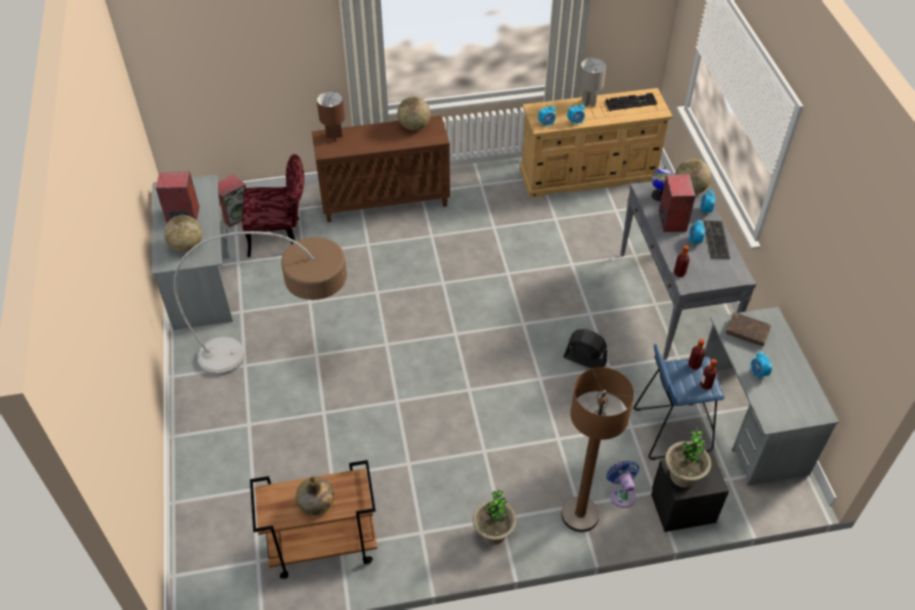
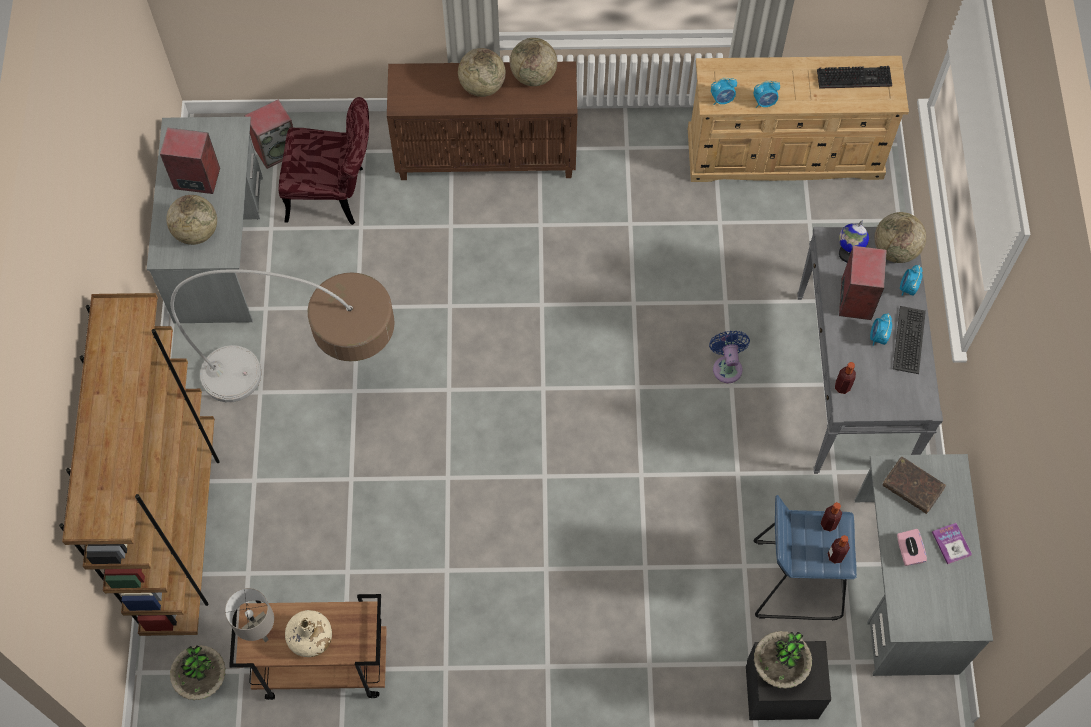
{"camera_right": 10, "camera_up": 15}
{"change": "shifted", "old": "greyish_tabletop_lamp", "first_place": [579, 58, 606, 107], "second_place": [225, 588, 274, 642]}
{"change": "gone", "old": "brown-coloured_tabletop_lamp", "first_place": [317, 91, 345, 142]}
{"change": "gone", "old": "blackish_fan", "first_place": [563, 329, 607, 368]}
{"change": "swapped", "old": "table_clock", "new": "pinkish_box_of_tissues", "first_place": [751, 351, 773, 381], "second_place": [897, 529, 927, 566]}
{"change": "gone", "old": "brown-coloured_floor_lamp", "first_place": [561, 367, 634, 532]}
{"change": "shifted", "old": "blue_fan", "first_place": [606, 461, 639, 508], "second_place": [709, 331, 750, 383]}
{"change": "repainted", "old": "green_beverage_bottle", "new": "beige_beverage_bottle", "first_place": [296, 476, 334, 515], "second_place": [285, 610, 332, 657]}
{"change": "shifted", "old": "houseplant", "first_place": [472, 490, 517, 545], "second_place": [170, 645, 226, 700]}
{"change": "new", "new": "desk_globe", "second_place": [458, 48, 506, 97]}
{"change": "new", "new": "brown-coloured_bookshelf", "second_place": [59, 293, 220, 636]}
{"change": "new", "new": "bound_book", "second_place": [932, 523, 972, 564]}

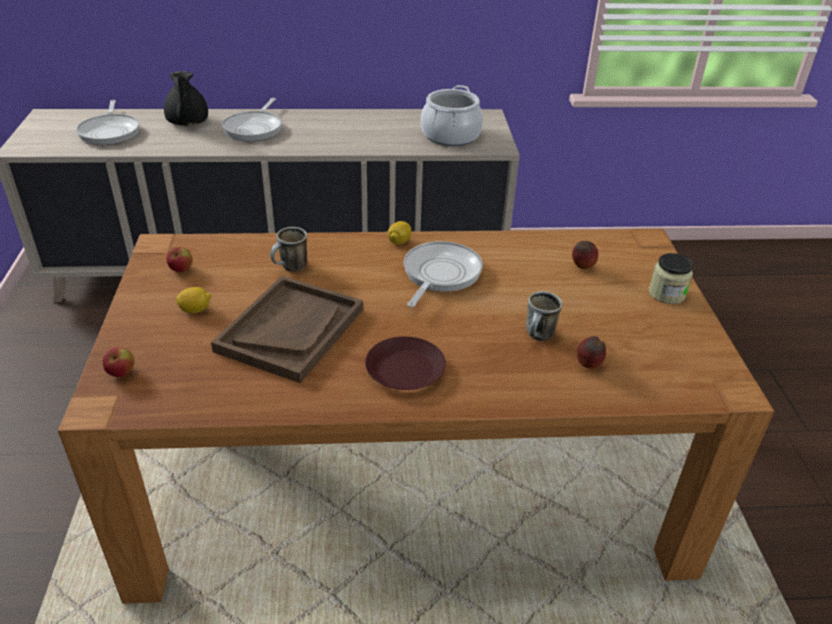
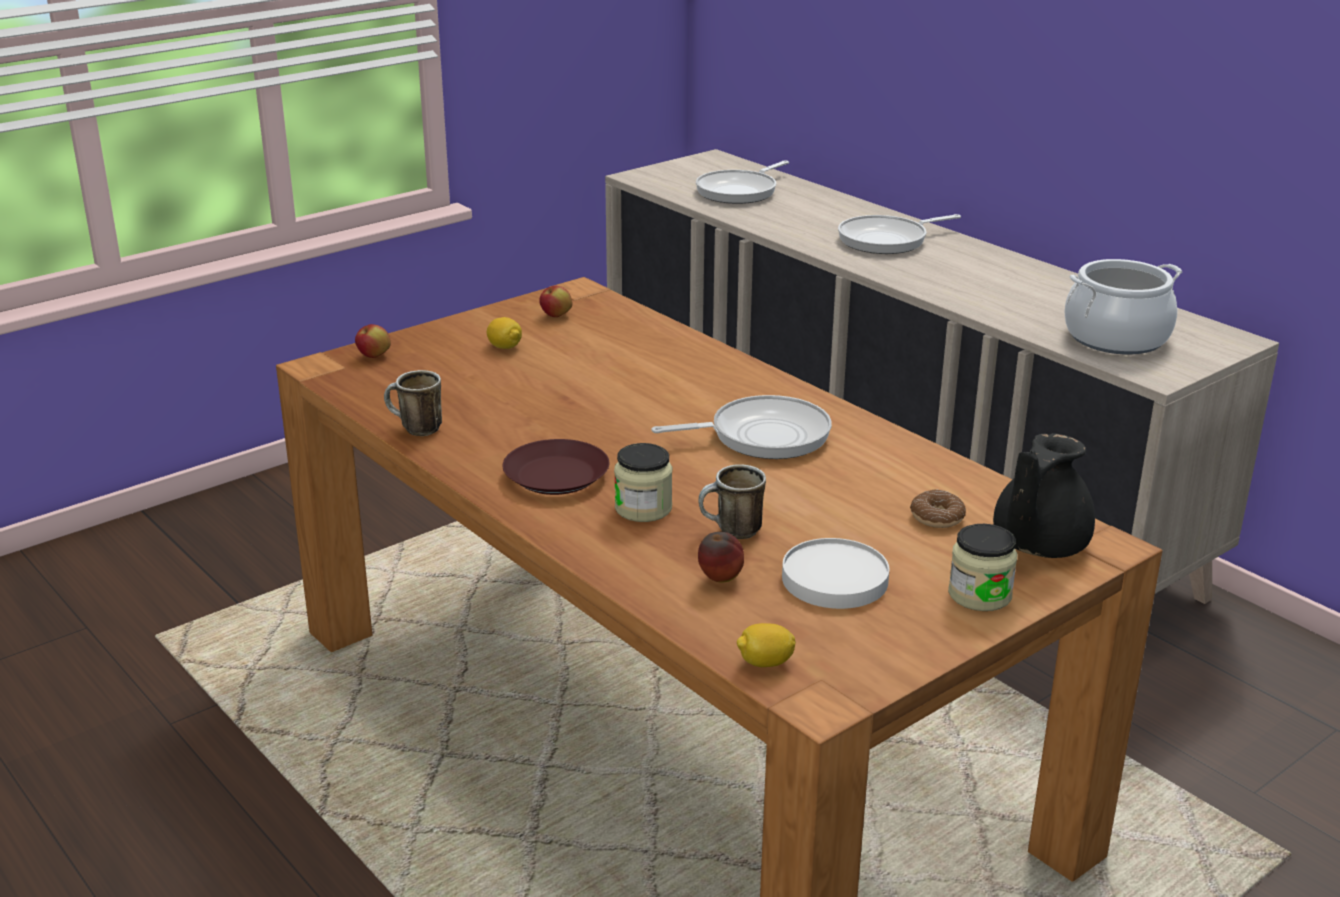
{"camera_right": 55, "camera_up": -10}
{"change": "shifted", "old": "blackish_pot_for_tea", "first_place": [164, 71, 208, 126], "second_place": [993, 433, 1095, 558]}
{"change": "shifted", "old": "whole_lemon", "first_place": [387, 221, 411, 244], "second_place": [737, 623, 796, 667]}
{"change": "shifted", "old": "mug", "first_place": [270, 227, 307, 272], "second_place": [384, 370, 442, 436]}
{"change": "swapped", "old": "apple", "new": "donut", "first_place": [572, 241, 598, 269], "second_place": [910, 489, 966, 528]}
{"change": "gone", "old": "brown-coloured_serving_tray", "first_place": [211, 276, 363, 383]}
{"change": "new", "new": "jar", "second_place": [614, 443, 672, 522]}
{"change": "new", "new": "white-coloured_dinner_plate", "second_place": [782, 538, 889, 609]}

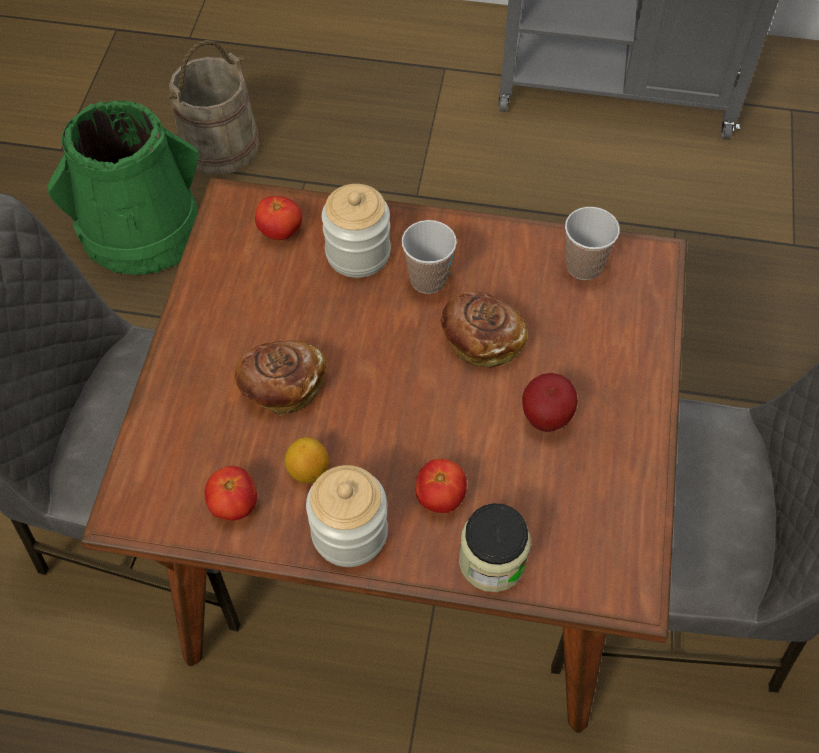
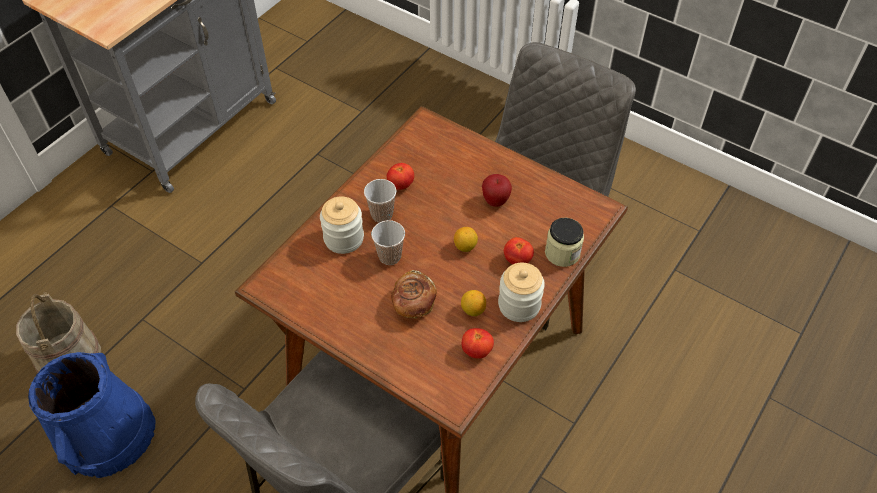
{"camera_right": -65, "camera_up": -5}
{"change": "repainted", "old": "green_water_bucket", "new": "blue_water_bucket", "first_place": [47, 101, 199, 275], "second_place": [28, 352, 156, 478]}
{"change": "shifted", "old": "whole_tomato", "first_place": [255, 196, 302, 240], "second_place": [387, 163, 414, 190]}
{"change": "shifted", "old": "drinking_cup", "first_place": [565, 207, 620, 280], "second_place": [371, 220, 405, 265]}
{"change": "gone", "old": "bread", "first_place": [440, 291, 527, 368]}
{"change": "new", "new": "whole_lemon", "second_place": [454, 227, 478, 252]}

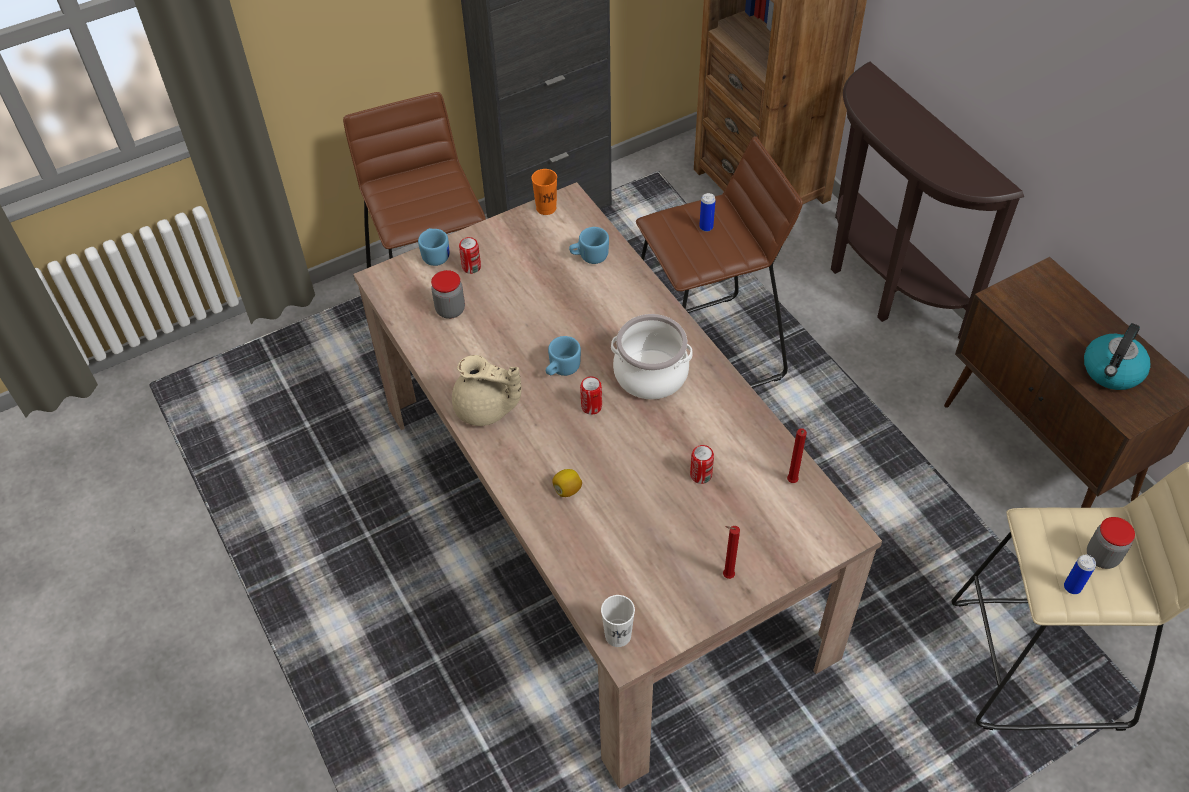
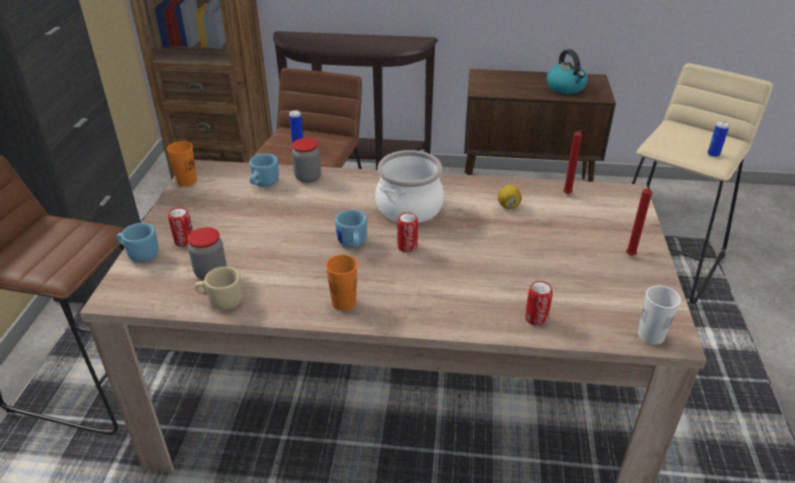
{"camera_right": -55, "camera_up": -15}
{"change": "swapped", "old": "beige_pot_for_tea", "new": "orangey_drinking_cup", "first_place": [452, 355, 522, 426], "second_place": [326, 254, 357, 311]}
{"change": "shifted", "old": "sealed_can", "first_place": [690, 445, 714, 484], "second_place": [525, 281, 553, 326]}
{"change": "shifted", "old": "whole_lemon", "first_place": [552, 469, 582, 497], "second_place": [498, 185, 522, 209]}
{"change": "shifted", "old": "jar", "first_place": [1087, 517, 1135, 569], "second_place": [292, 138, 321, 183]}
{"change": "new", "new": "beige_mug", "second_place": [195, 267, 243, 310]}

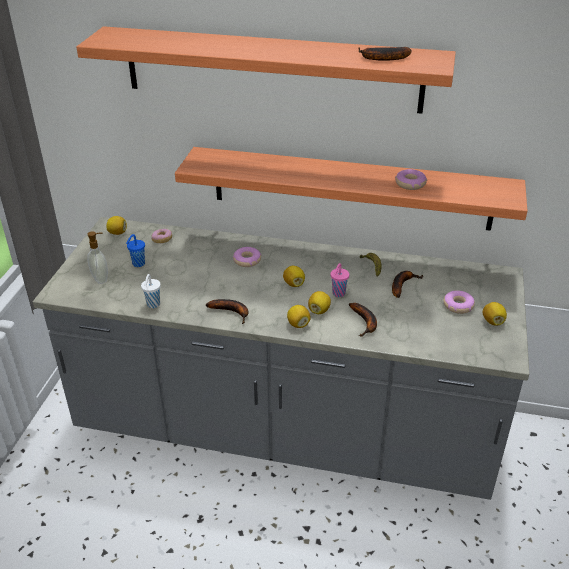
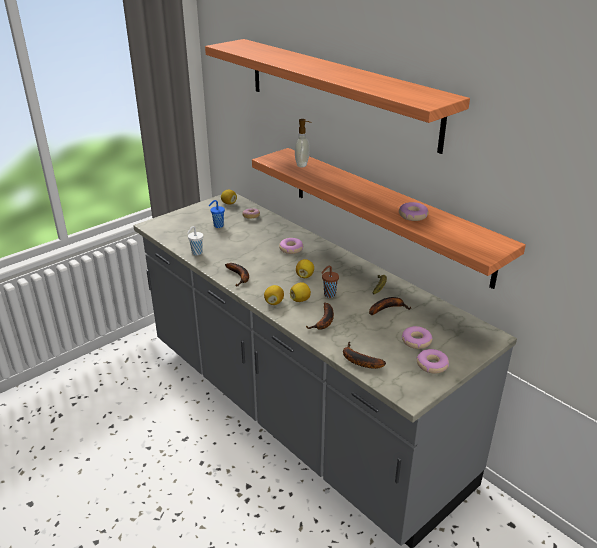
{"camera_right": 35, "camera_up": -5}
{"change": "shifted", "old": "banana_fruit", "first_place": [359, 47, 412, 61], "second_place": [343, 341, 386, 369]}
{"change": "shifted", "old": "liquid_soap_bottle", "first_place": [87, 231, 108, 284], "second_place": [295, 119, 311, 167]}
{"change": "repainted", "old": "pinkish_drinking_cup", "new": "brown-coloured_drinking_cup", "first_place": [331, 263, 349, 297], "second_place": [321, 266, 339, 298]}
{"change": "swapped", "old": "whole_lemon", "new": "donut", "first_place": [483, 302, 507, 325], "second_place": [417, 349, 449, 374]}

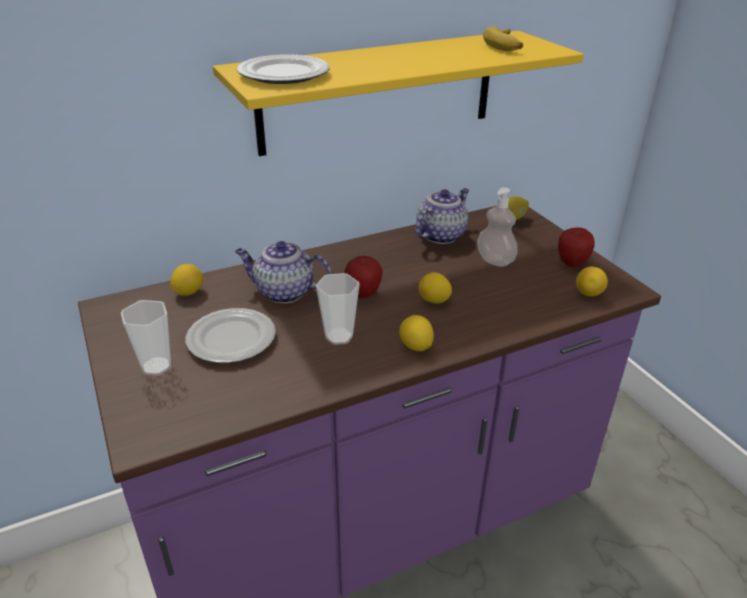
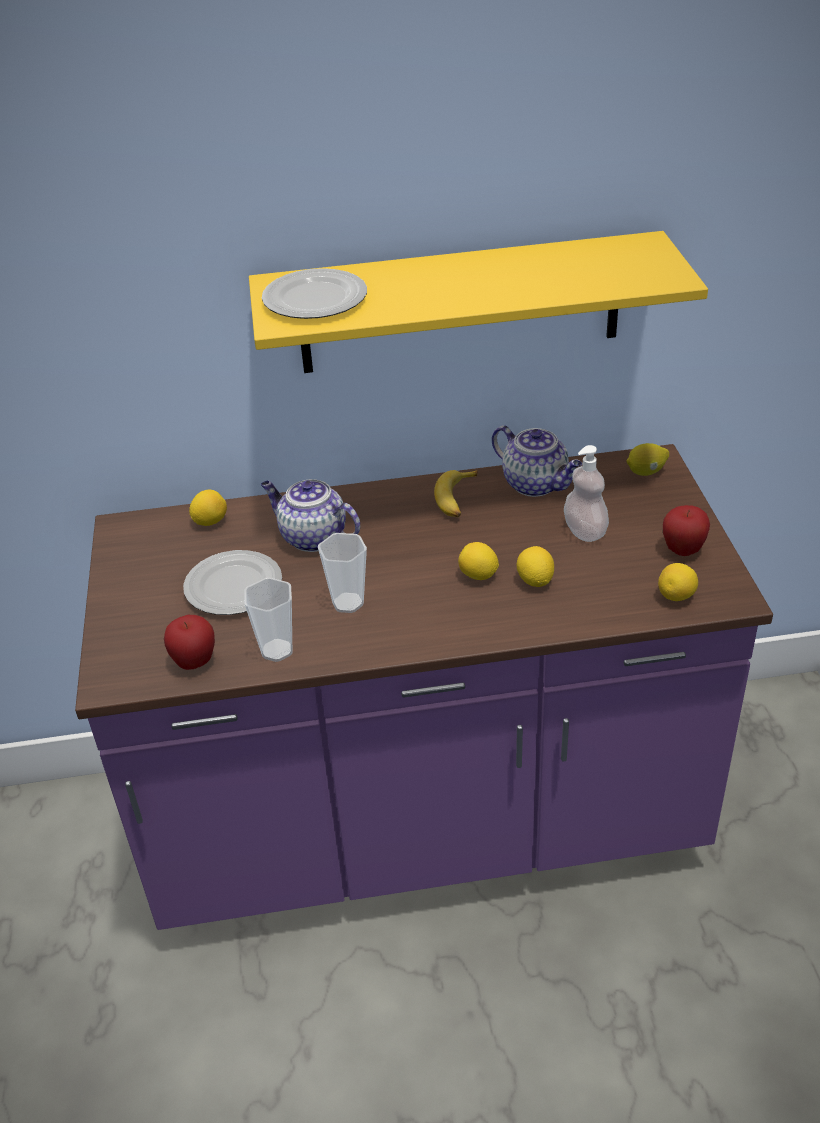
{"camera_right": 20, "camera_up": 5}
{"change": "shifted", "old": "banana_fruit", "first_place": [483, 27, 523, 51], "second_place": [434, 470, 477, 517]}
{"change": "rotated", "old": "pot_for_tea", "first_place": [415, 188, 469, 244], "second_place": [492, 425, 582, 497], "degrees": 75}
{"change": "shifted", "old": "apple", "first_place": [344, 256, 383, 298], "second_place": [164, 615, 215, 670]}
{"change": "shifted", "old": "drinking_cup", "first_place": [121, 300, 171, 376], "second_place": [244, 577, 292, 662]}
{"change": "shifted", "old": "whole_lemon", "first_place": [399, 315, 434, 351], "second_place": [517, 546, 554, 587]}

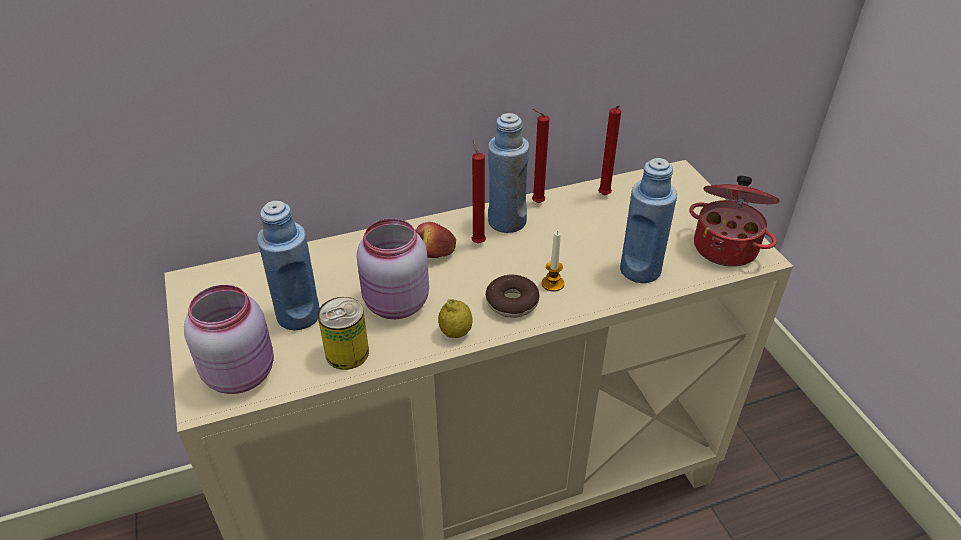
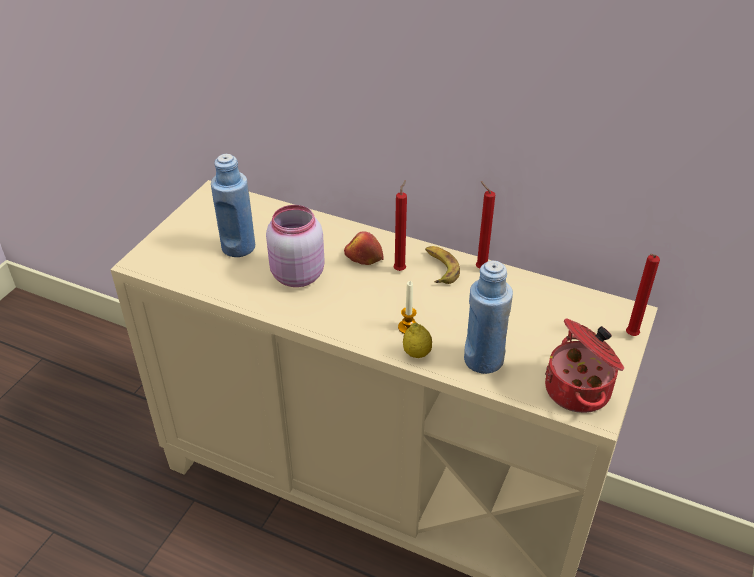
{"camera_right": 45, "camera_up": 0}
{"change": "shifted", "old": "red_candle", "first_place": [598, 105, 621, 195], "second_place": [626, 254, 660, 336]}
{"change": "swapped", "old": "blue_beverage_bottle", "new": "banana_fruit", "first_place": [488, 113, 529, 233], "second_place": [425, 246, 460, 284]}
{"change": "gone", "old": "donut", "first_place": [486, 275, 539, 318]}
{"change": "gone", "old": "pinkish_jar", "first_place": [184, 285, 274, 394]}
{"change": "gone", "old": "sealed_can", "first_place": [318, 297, 369, 370]}
{"change": "shifted", "old": "whole_lemon", "first_place": [438, 299, 473, 338], "second_place": [403, 322, 432, 358]}

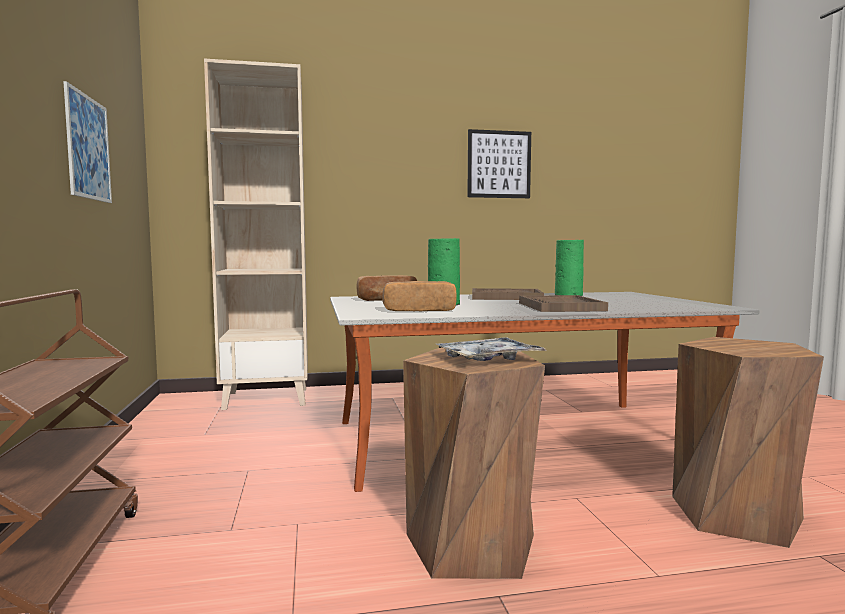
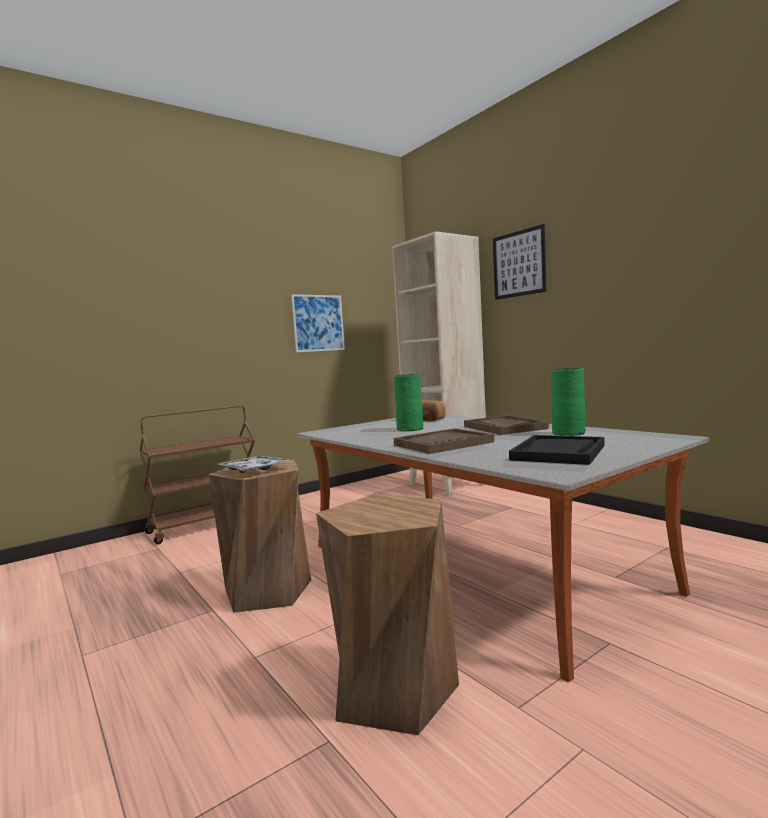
{"camera_right": 65, "camera_up": 0}
{"change": "shifted", "old": "wall_art", "first_place": [467, 129, 531, 198], "second_place": [493, 224, 546, 300]}
{"change": "gone", "old": "bread", "first_place": [382, 281, 457, 311]}
{"change": "new", "new": "blackish_serving_tray", "second_place": [509, 435, 604, 465]}

